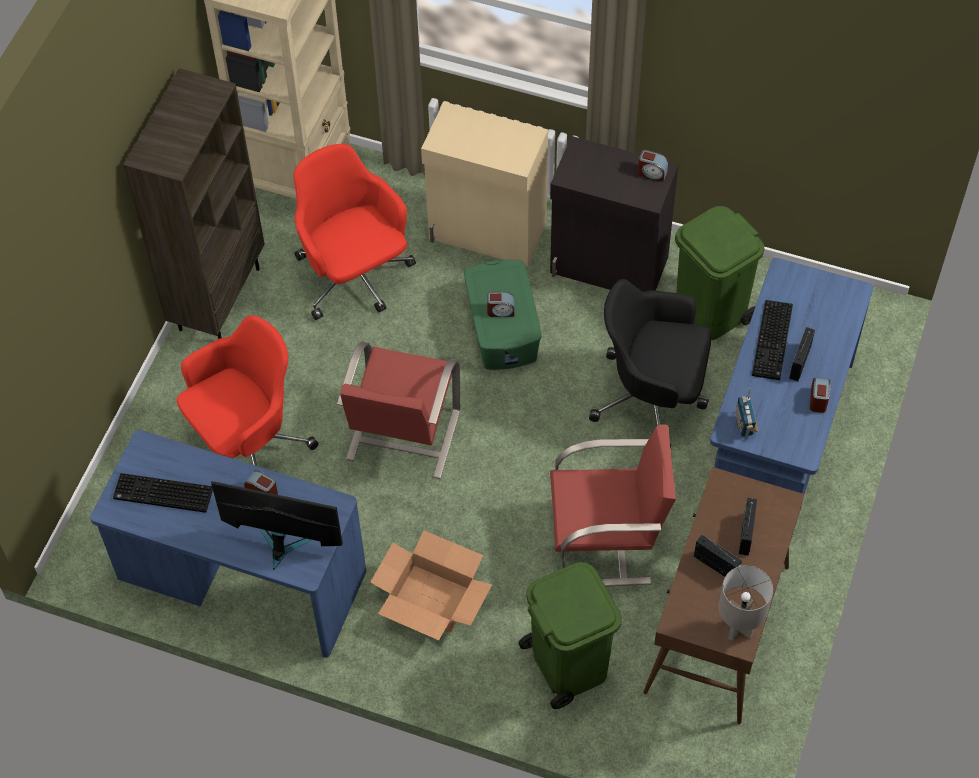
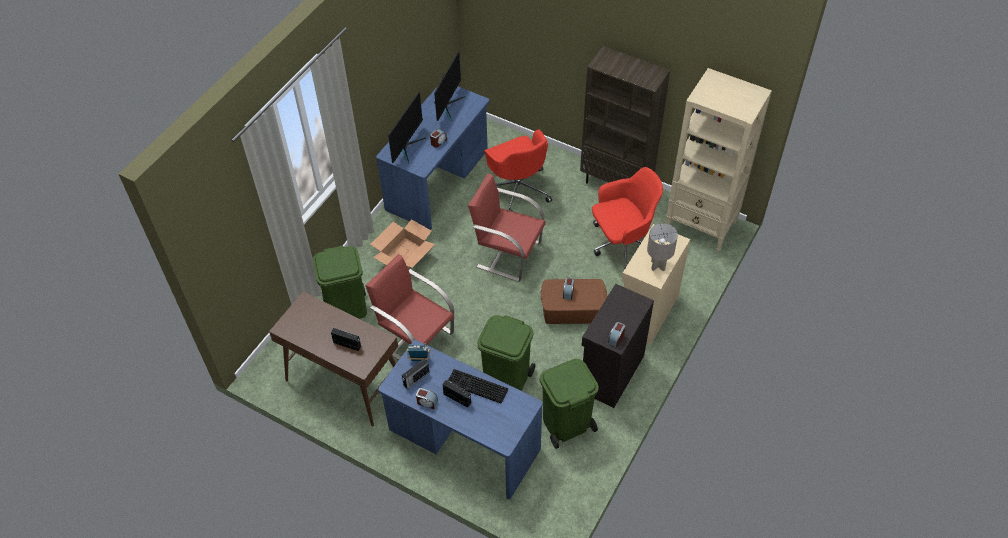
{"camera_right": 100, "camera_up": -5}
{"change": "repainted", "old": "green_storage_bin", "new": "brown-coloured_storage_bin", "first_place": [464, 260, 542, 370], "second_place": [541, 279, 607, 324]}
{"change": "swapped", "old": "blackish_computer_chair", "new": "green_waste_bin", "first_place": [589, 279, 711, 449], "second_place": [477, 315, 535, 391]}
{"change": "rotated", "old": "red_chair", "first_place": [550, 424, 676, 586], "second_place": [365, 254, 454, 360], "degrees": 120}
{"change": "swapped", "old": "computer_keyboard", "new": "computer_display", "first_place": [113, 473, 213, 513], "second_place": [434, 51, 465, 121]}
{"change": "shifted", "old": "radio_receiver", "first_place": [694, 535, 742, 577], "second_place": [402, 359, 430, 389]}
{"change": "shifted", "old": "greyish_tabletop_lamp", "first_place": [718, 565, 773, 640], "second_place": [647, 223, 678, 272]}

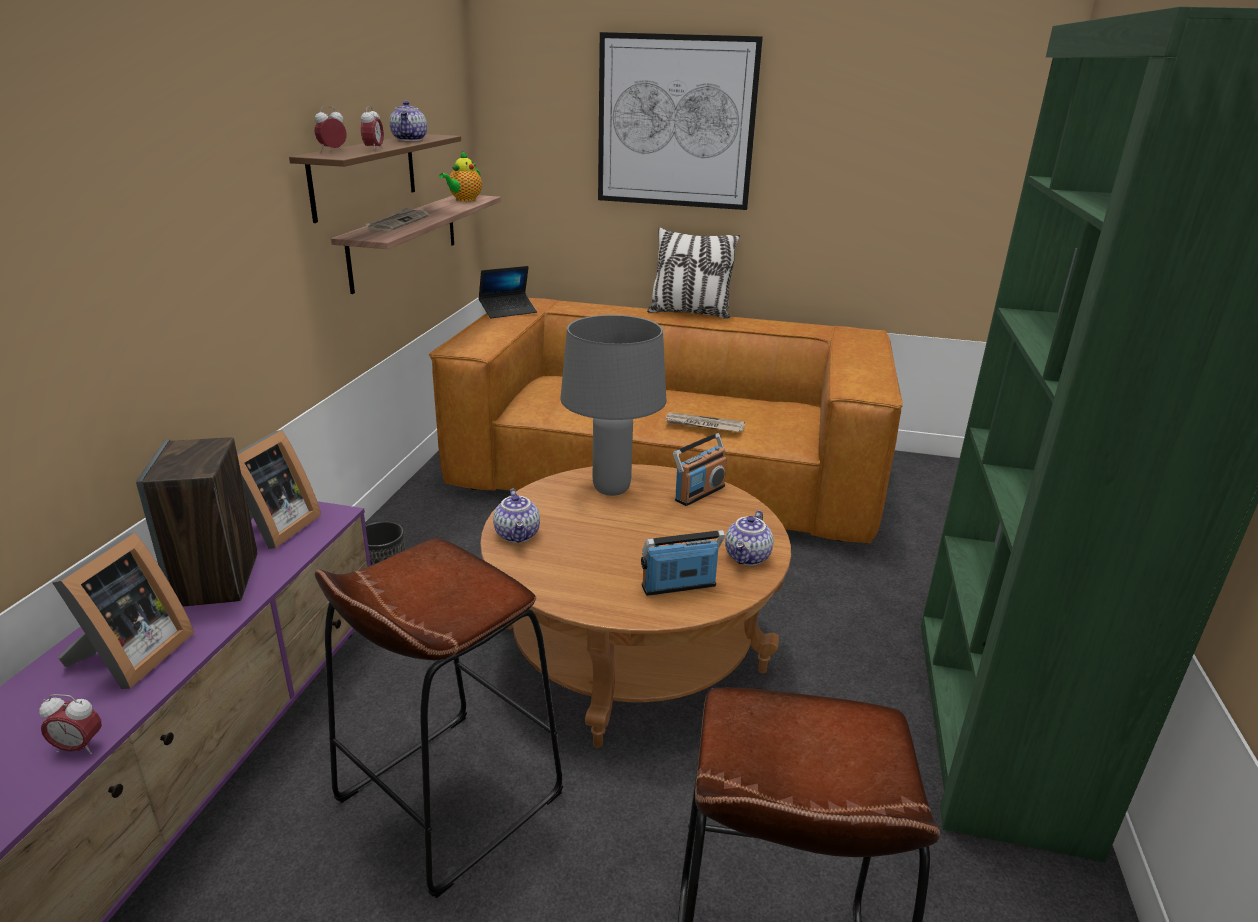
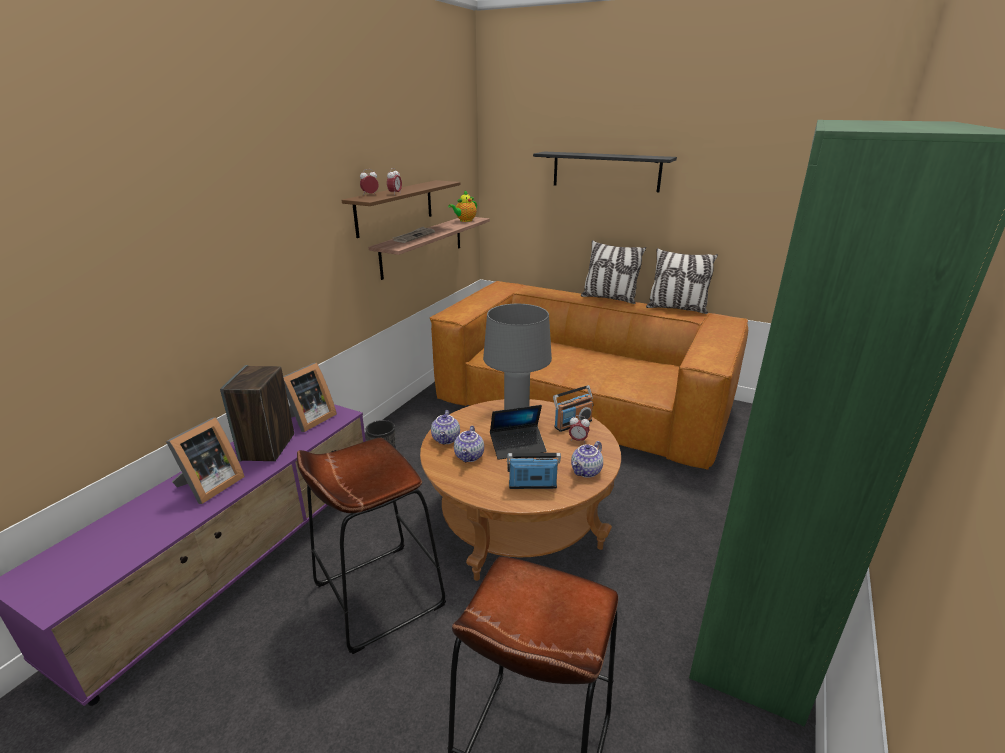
{"camera_right": 15, "camera_up": 0}
{"change": "swapped", "old": "wall_art", "new": "blackish_bracket_shelf", "first_place": [598, 32, 763, 210], "second_place": [533, 152, 677, 192]}
{"change": "shifted", "old": "pot_for_tea", "first_place": [389, 101, 427, 141], "second_place": [454, 425, 484, 462]}
{"change": "shifted", "old": "laptop", "first_place": [479, 266, 537, 318], "second_place": [490, 405, 547, 460]}
{"change": "gone", "old": "daily_paper", "first_place": [664, 412, 745, 432]}
{"change": "shifted", "old": "table_clock", "first_place": [39, 694, 102, 754], "second_place": [569, 415, 590, 442]}
{"change": "new", "new": "throw_pillow", "second_place": [646, 248, 718, 314]}

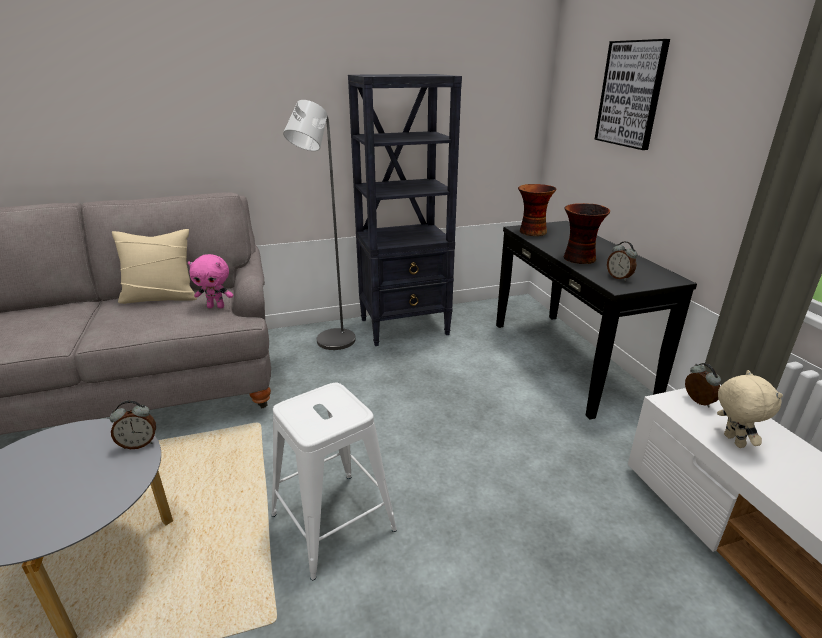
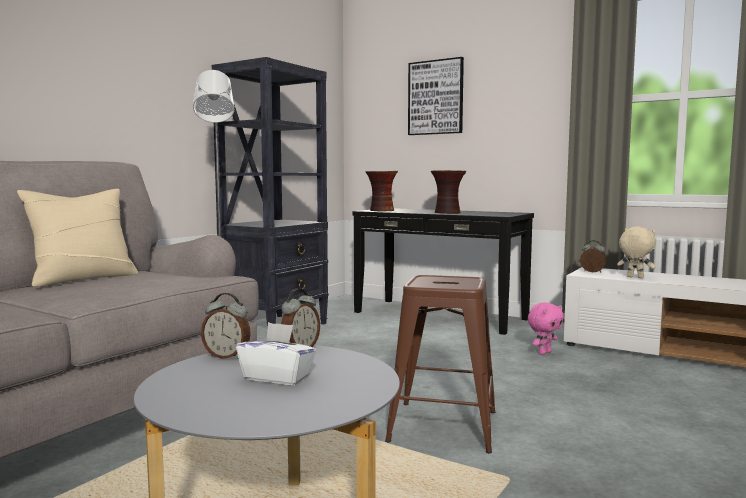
{"camera_right": -40, "camera_up": -20}
{"change": "shifted", "old": "table_clock", "first_place": [607, 241, 637, 281], "second_place": [201, 293, 251, 359]}
{"change": "shifted", "old": "pinkish_soft_toy", "first_place": [188, 254, 233, 308], "second_place": [528, 303, 564, 355]}
{"change": "repainted", "old": "white-coloured_stool_seat", "new": "brown-coloured_stool_seat", "first_place": [271, 383, 397, 580], "second_place": [385, 275, 496, 453]}
{"change": "new", "new": "white-coloured_box_of_tissues", "second_place": [236, 322, 316, 386]}

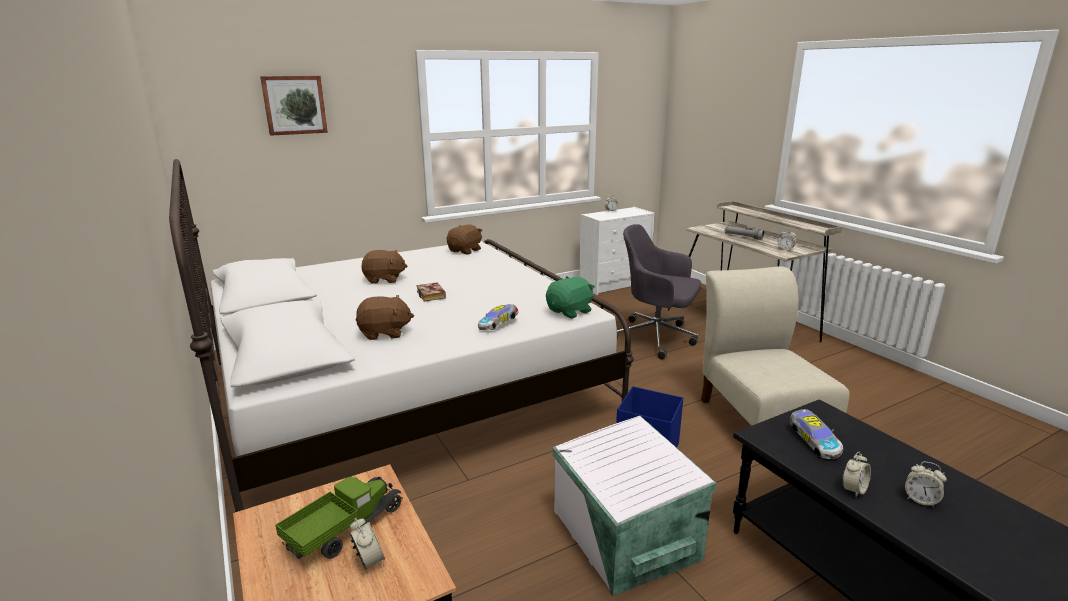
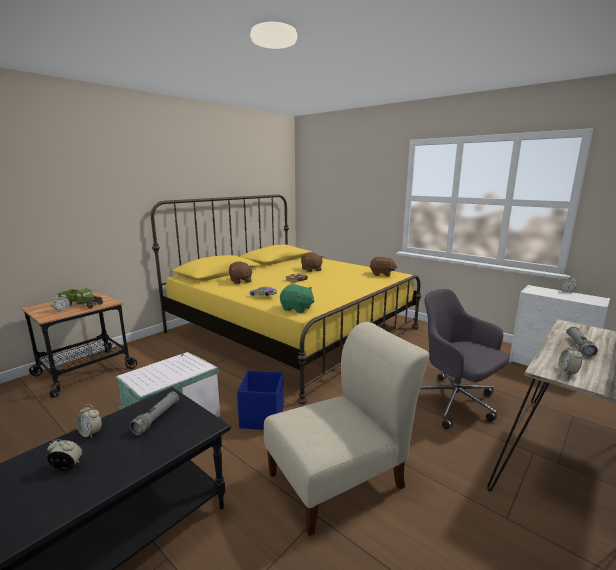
{"camera_right": 70, "camera_up": -5}
{"change": "gone", "old": "wall_art", "first_place": [260, 76, 328, 136]}
{"change": "repainted", "old": "white-coloured_bed", "new": "yellowish_bed", "first_place": [169, 159, 634, 512], "second_place": [151, 195, 422, 404]}
{"change": "rotated", "old": "greyish_computer_chair", "first_place": [617, 224, 702, 359], "second_place": [420, 289, 509, 429], "degrees": -45}
{"change": "swapped", "old": "model_car", "new": "greyish_torch", "first_place": [790, 409, 843, 459], "second_place": [130, 391, 179, 435]}
{"change": "rotated", "old": "table_clock", "first_place": [905, 462, 947, 508], "second_place": [47, 440, 82, 470], "degrees": 75}

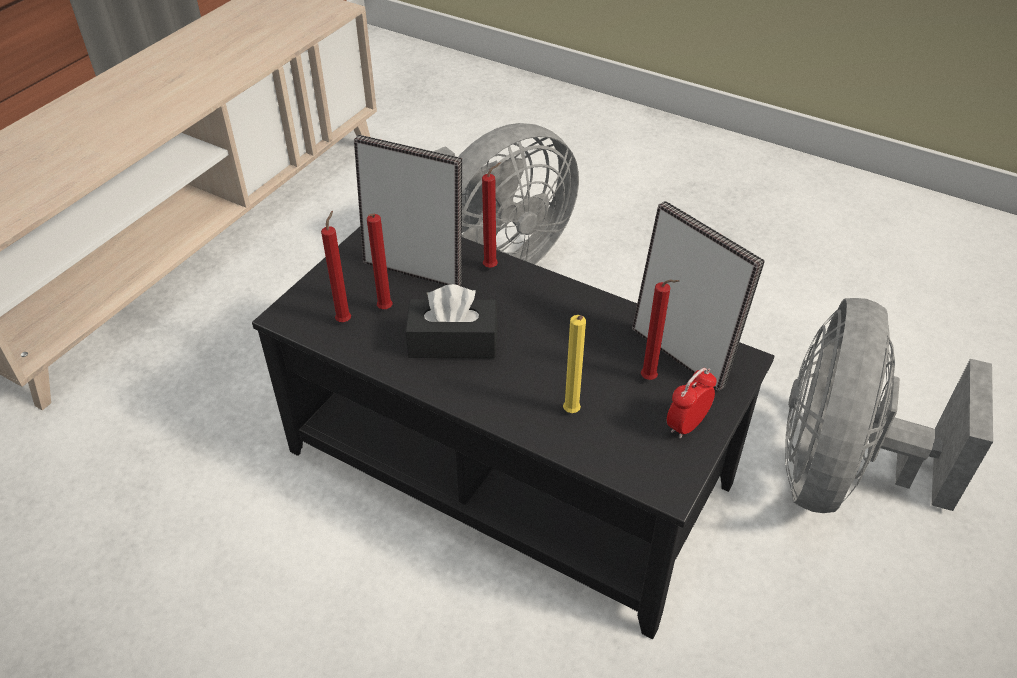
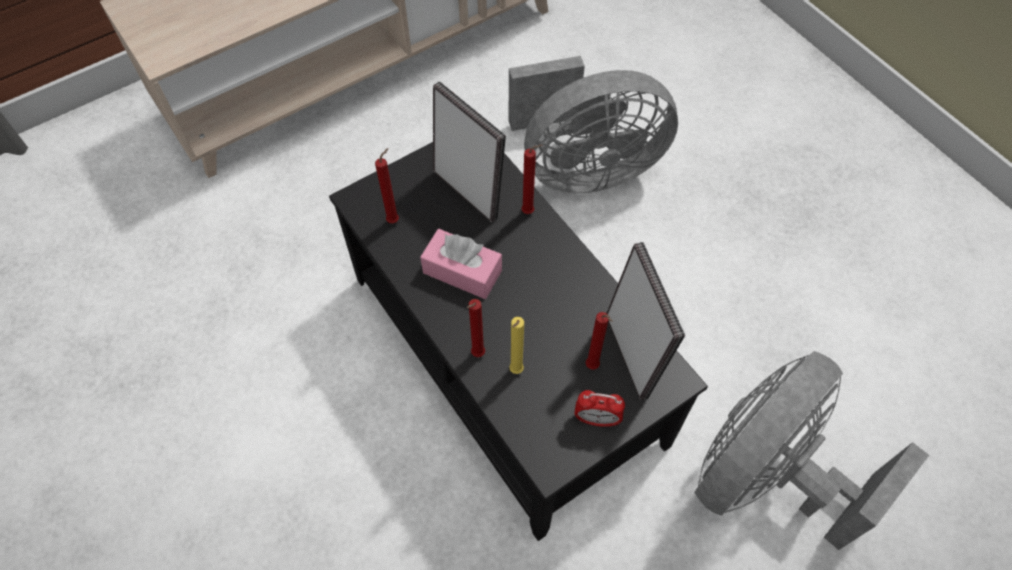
{"camera_right": 25, "camera_up": 15}
{"change": "shifted", "old": "red_candle", "first_place": [367, 213, 392, 309], "second_place": [467, 299, 485, 357]}
{"change": "repainted", "old": "blackish_box_of_tissues", "new": "pinkish_box_of_tissues", "first_place": [406, 284, 498, 358], "second_place": [420, 229, 502, 299]}
{"change": "rotated", "old": "table_clock", "first_place": [667, 368, 717, 439], "second_place": [575, 390, 625, 427], "degrees": -150}

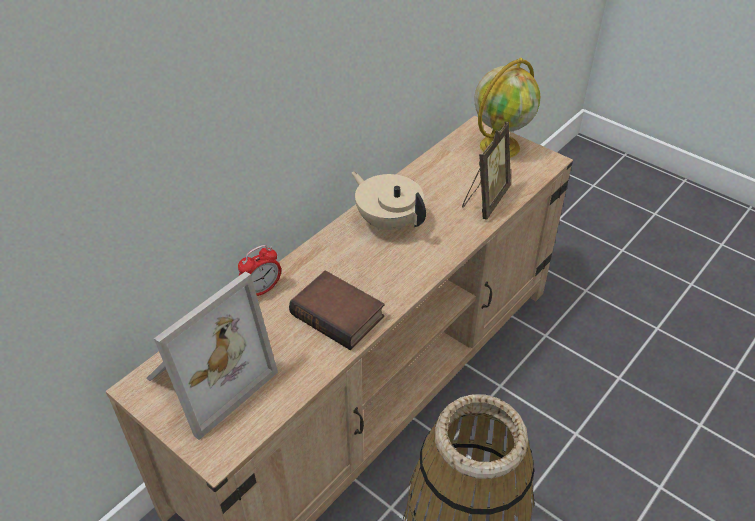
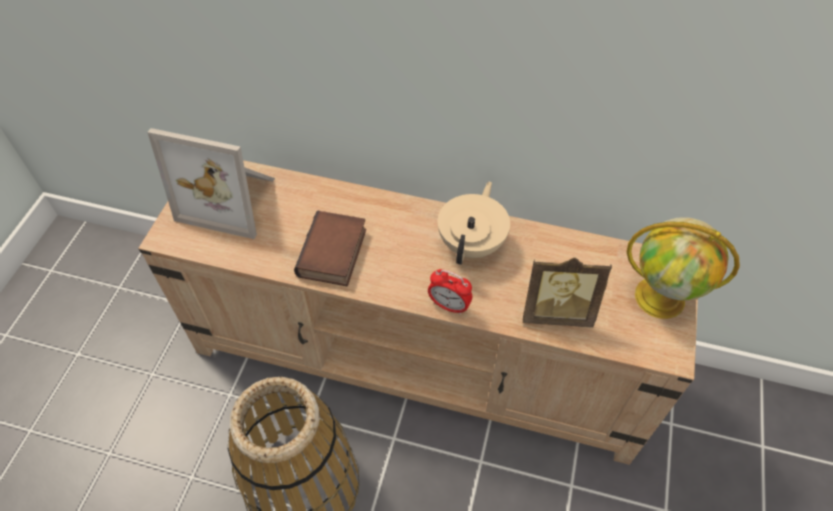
{"camera_right": 65, "camera_up": 10}
{"change": "shifted", "old": "table_clock", "first_place": [238, 245, 281, 296], "second_place": [428, 269, 472, 315]}

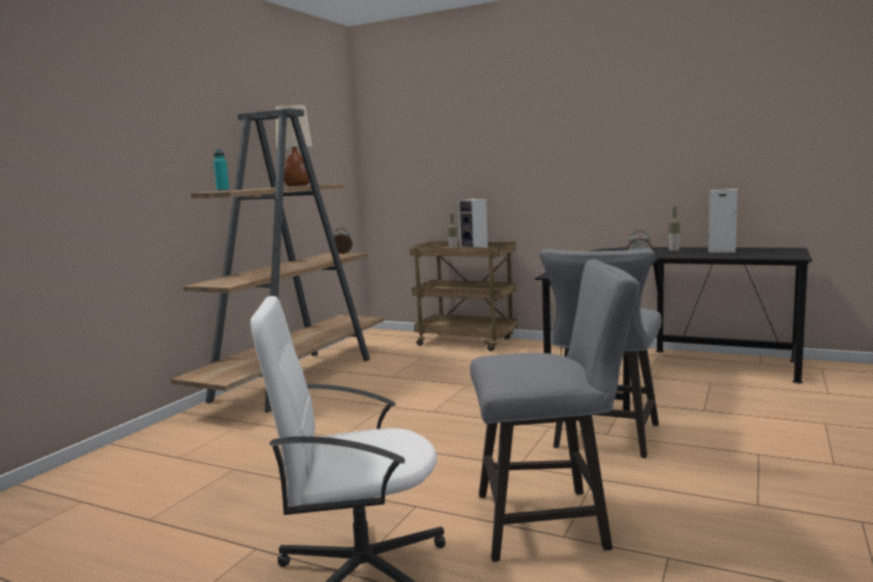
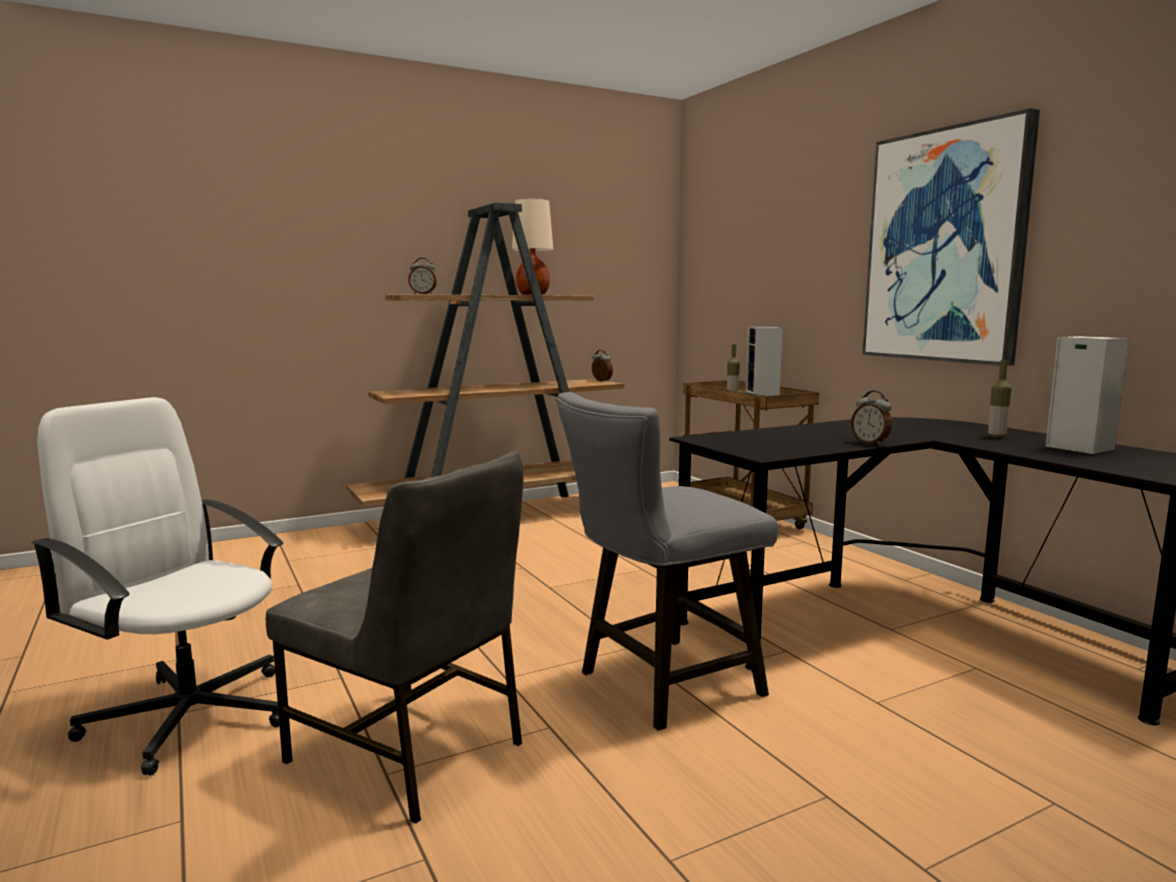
{"camera_right": 35, "camera_up": 0}
{"change": "swapped", "old": "turquoise-coloured_beverage_bottle", "new": "table_clock", "first_place": [214, 149, 229, 191], "second_place": [408, 258, 437, 294]}
{"change": "swapped", "old": "greyish_stool_seat", "new": "greyish_chair", "first_place": [470, 260, 639, 562], "second_place": [266, 451, 524, 824]}
{"change": "new", "new": "wall_art", "second_place": [862, 108, 1040, 366]}

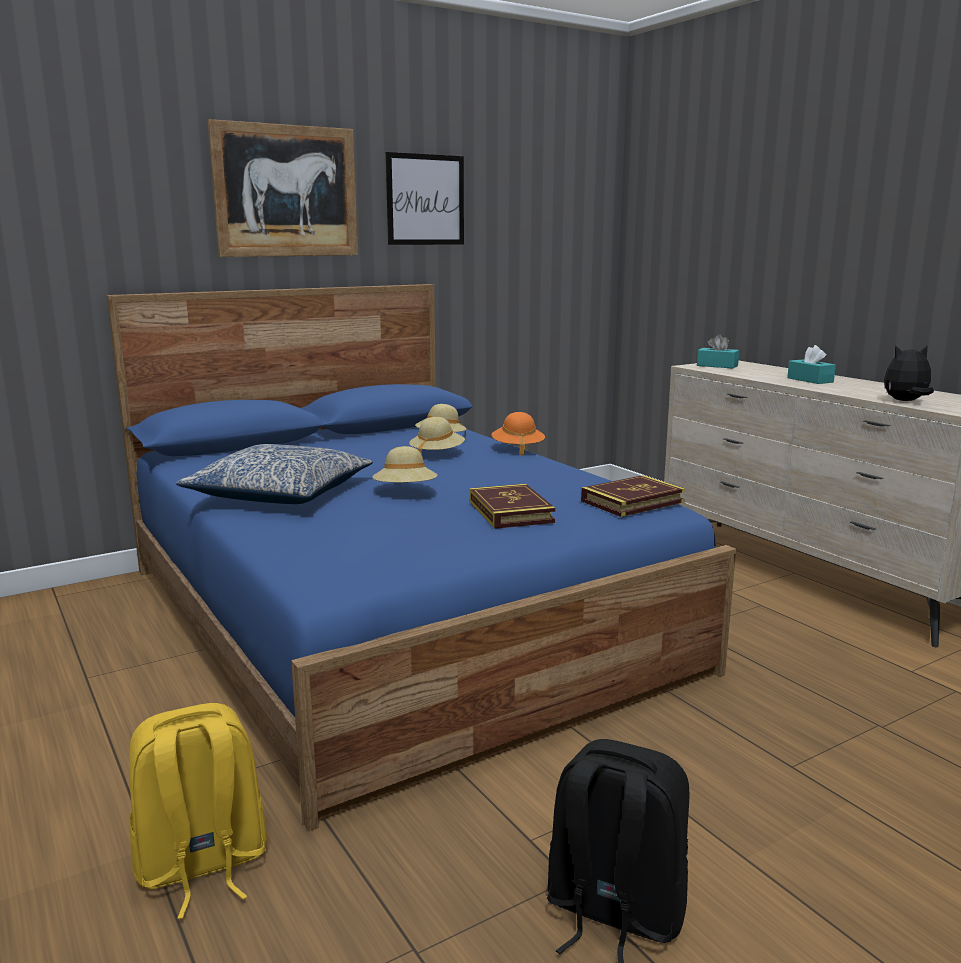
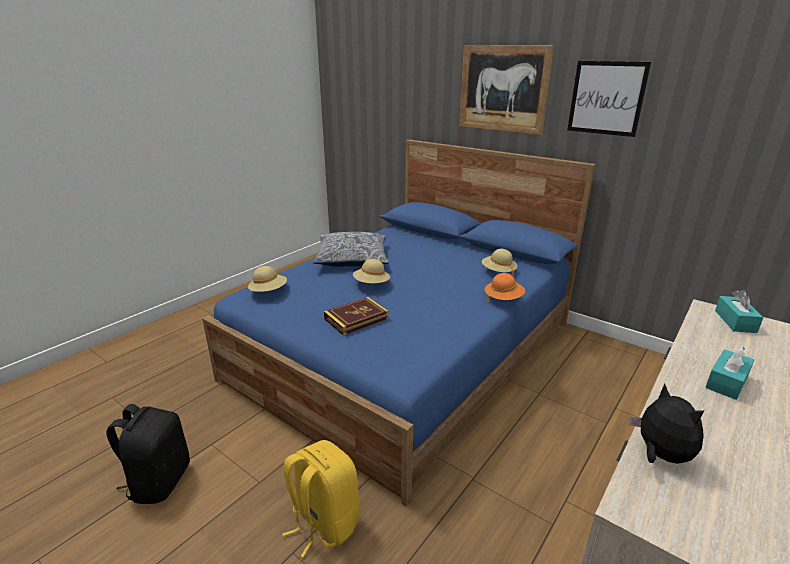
{"camera_right": 70, "camera_up": 10}
{"change": "shifted", "old": "beige_hat", "first_place": [409, 417, 465, 455], "second_place": [248, 266, 287, 292]}
{"change": "gone", "old": "bound_book", "first_place": [581, 475, 685, 517]}
{"change": "shifted", "old": "yellowish_rucksack", "first_place": [129, 703, 267, 919], "second_place": [282, 440, 360, 557]}

